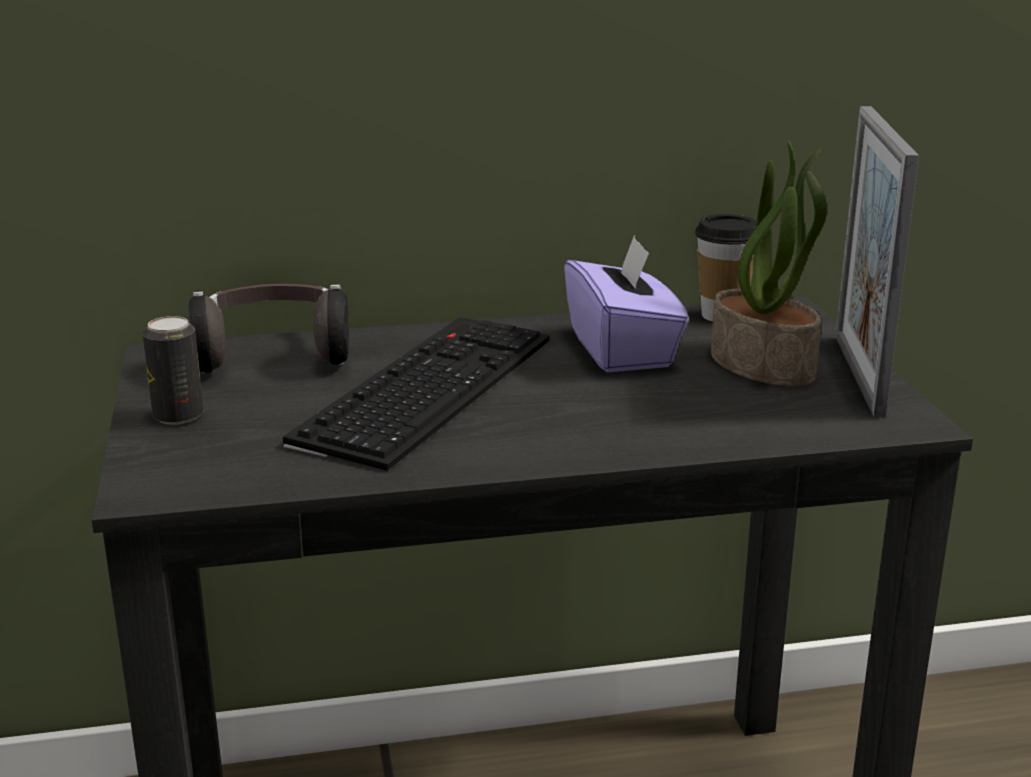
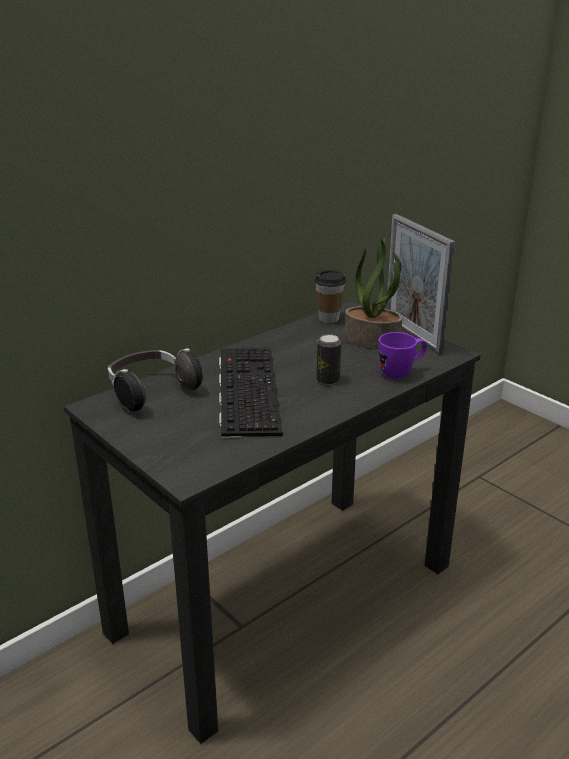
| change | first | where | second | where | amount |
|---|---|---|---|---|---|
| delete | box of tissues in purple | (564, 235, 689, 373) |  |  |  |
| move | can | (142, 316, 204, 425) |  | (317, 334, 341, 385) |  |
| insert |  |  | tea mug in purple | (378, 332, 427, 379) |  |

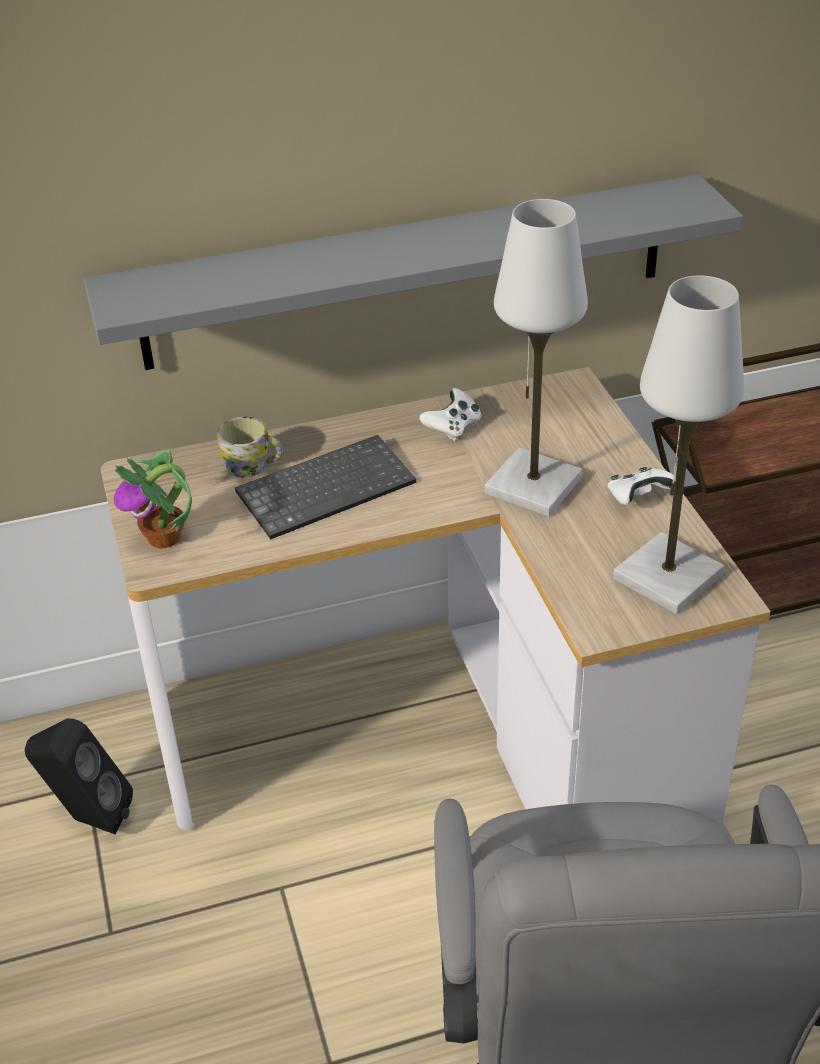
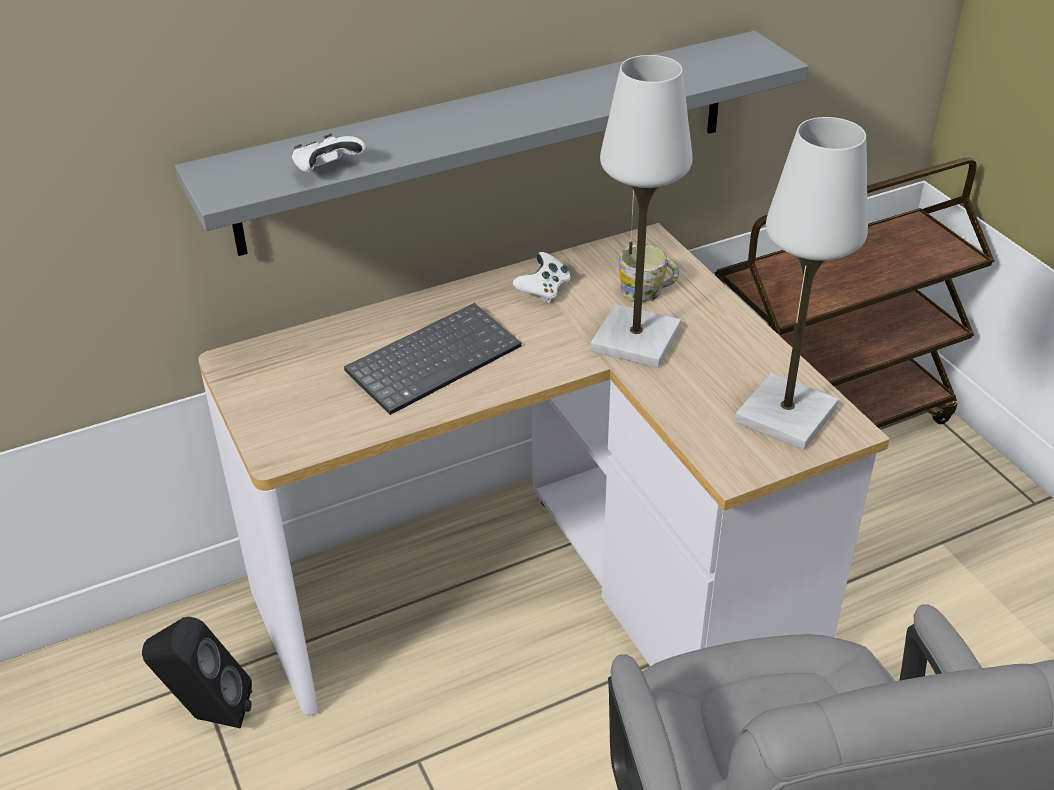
| change | first | where | second | where | amount |
|---|---|---|---|---|---|
| move | tea mug | (217, 417, 283, 477) |  | (618, 245, 679, 302) |  |
| delete | potted plant | (114, 450, 192, 549) |  |  |  |
| move | game controller in whitish | (607, 467, 676, 505) |  | (292, 134, 366, 172) |  |

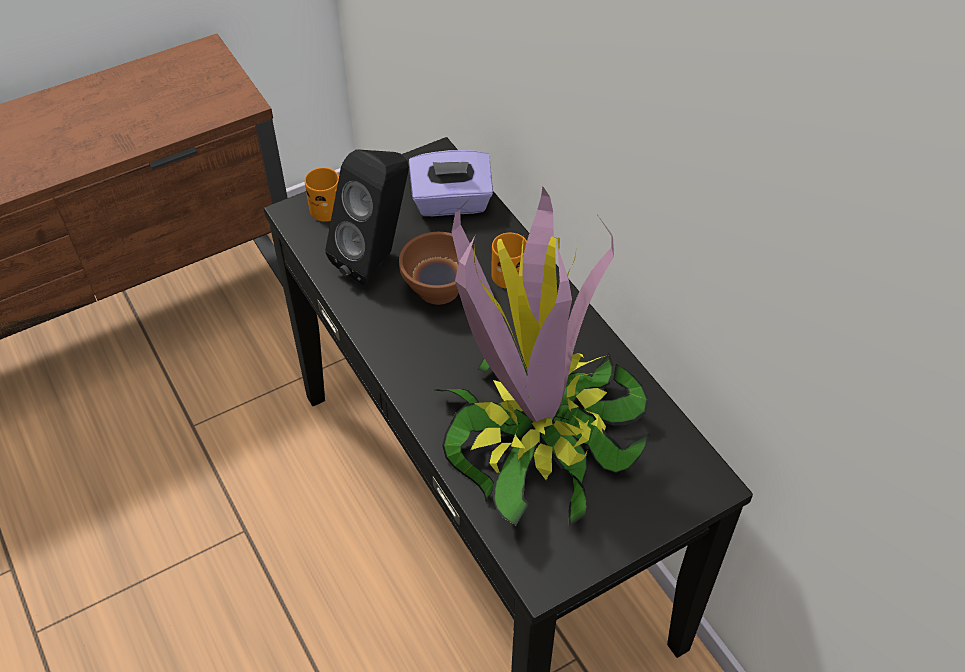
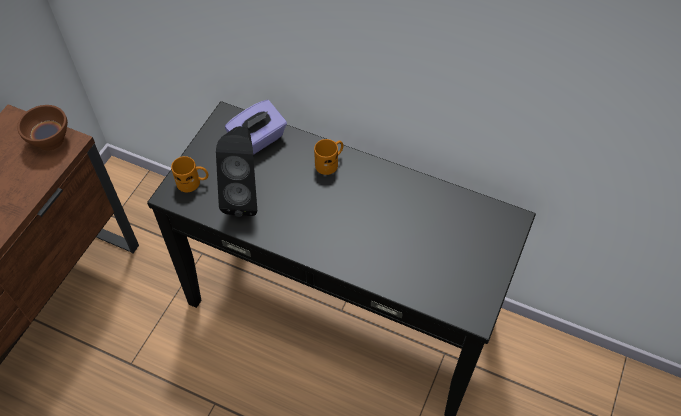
| change | first | where | second | where | amount |
|---|---|---|---|---|---|
| delete | potted plant | (436, 186, 650, 525) |  |  |  |
| move | deep dish in brownish | (399, 232, 474, 305) |  | (17, 105, 68, 150) |  |

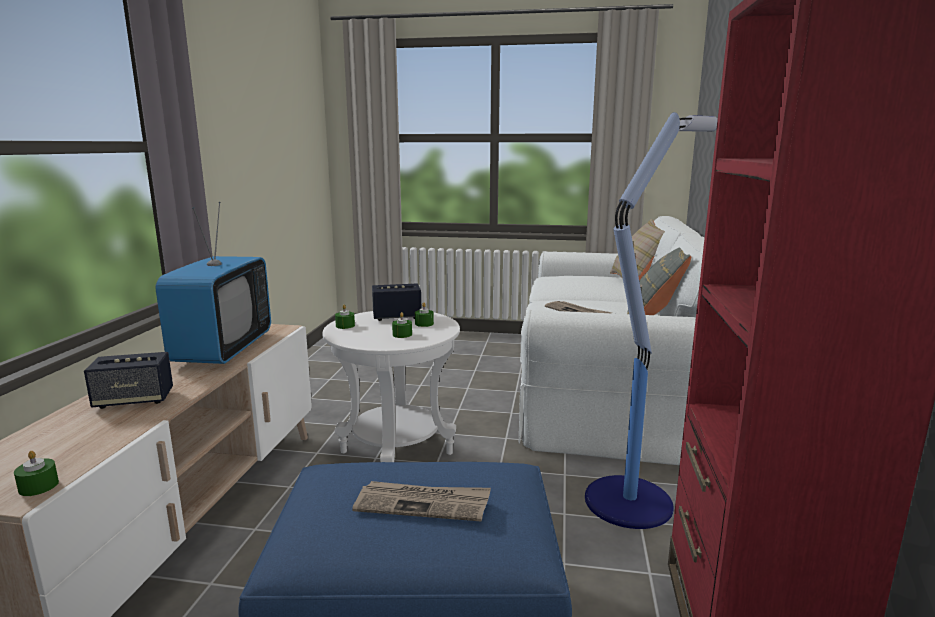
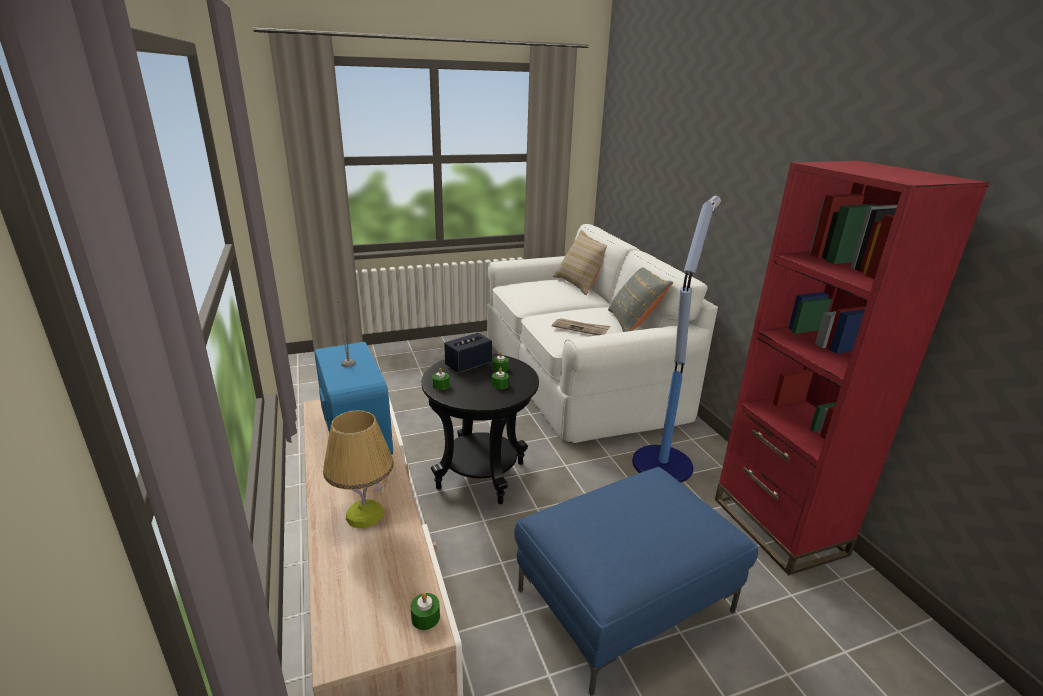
| change | first | where | second | where | amount |
|---|---|---|---|---|---|
| recolor | accent table in whitish | (322, 311, 460, 462) | accent table in black | (421, 354, 539, 504) |  |
| replace | speaker | (84, 352, 173, 409) | lamp for a table | (323, 410, 394, 528) |  |
| delete | printed paper | (352, 481, 491, 521) |  |  |  |

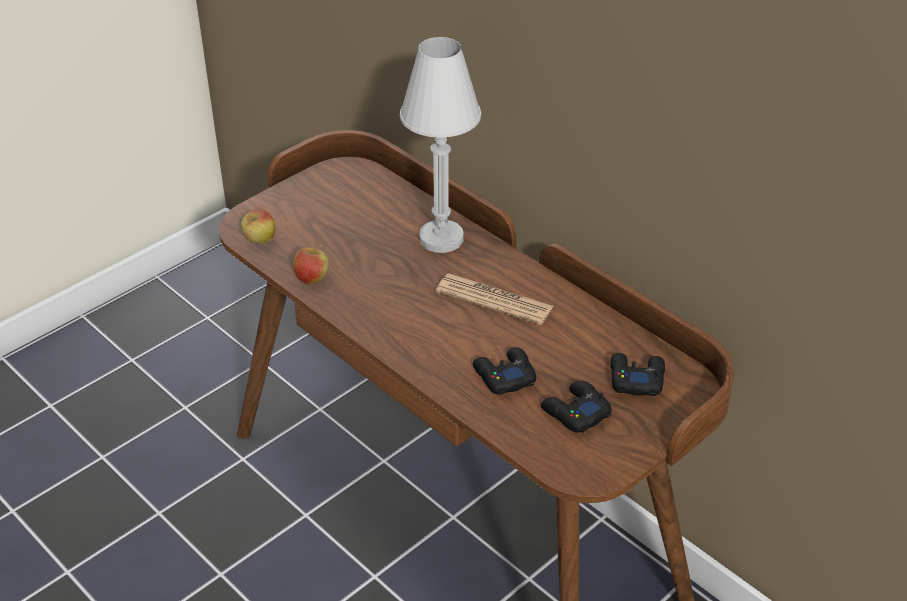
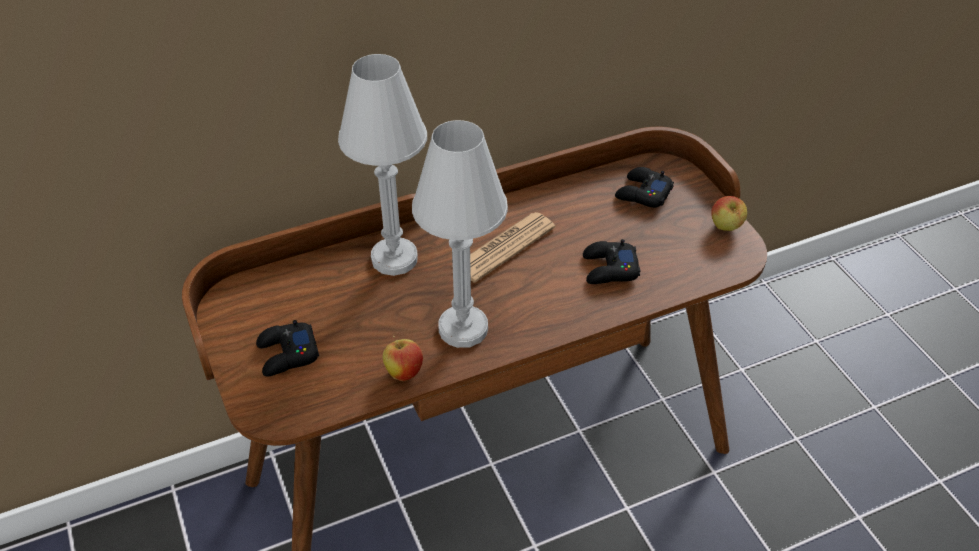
| change | first | where | second | where | amount |
|---|---|---|---|---|---|
| move | apple | (241, 209, 275, 244) |  | (711, 196, 747, 231) |  |
| move | game controller in black | (541, 381, 612, 433) |  | (256, 320, 319, 377) |  |
| insert |  |  | lamp for a table in whitish | (412, 120, 508, 348) |  |

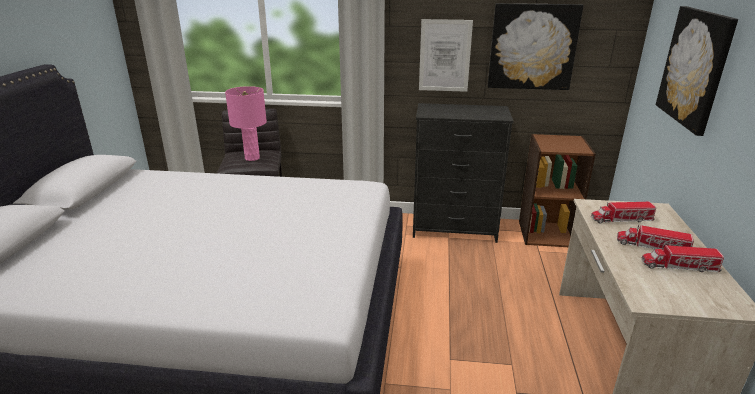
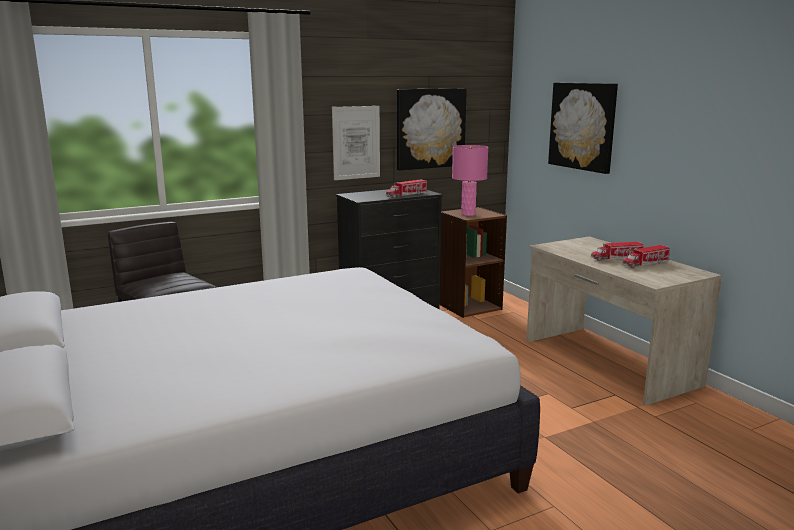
| change | first | where | second | where | amount |
|---|---|---|---|---|---|
| move | lamp for a table in pink-coloured | (225, 86, 267, 161) |  | (452, 145, 488, 216) |  |
| move | toy truck | (591, 202, 656, 223) |  | (386, 180, 427, 198) |  |

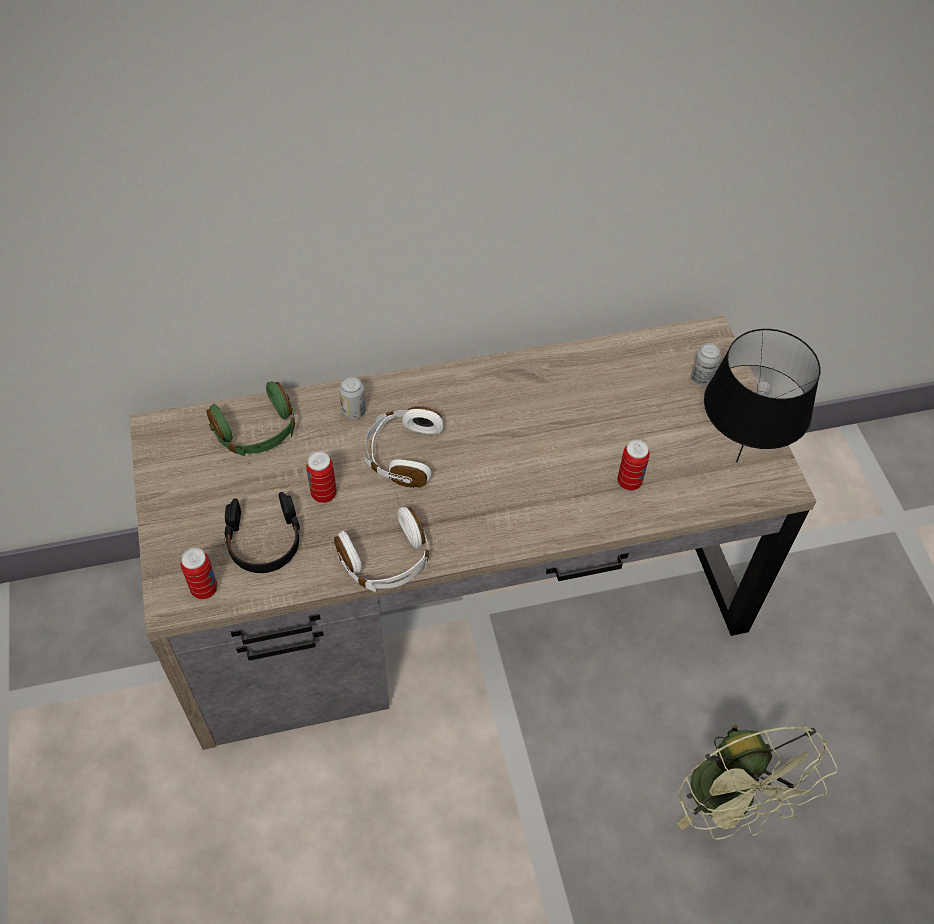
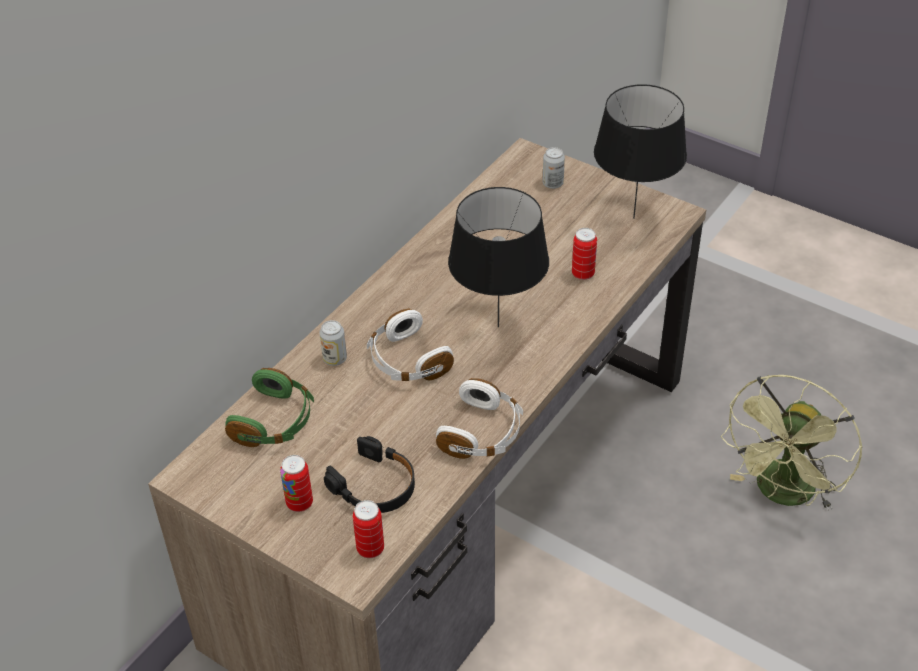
| change | first | where | second | where | amount |
|---|---|---|---|---|---|
| move | can | (306, 451, 337, 503) |  | (280, 455, 313, 512) |  |
| rotate | electric fan in green-coloured | (676, 724, 838, 840) |  | (721, 375, 862, 510) | 90 degrees clockwise |
| insert |  |  | lamp for a table in black | (448, 187, 549, 327) |  |

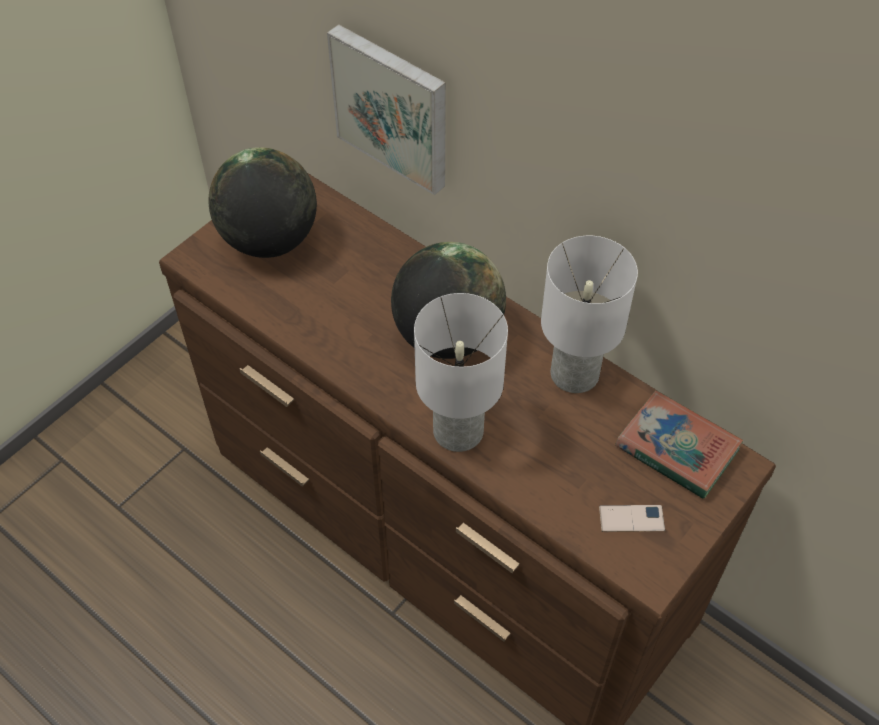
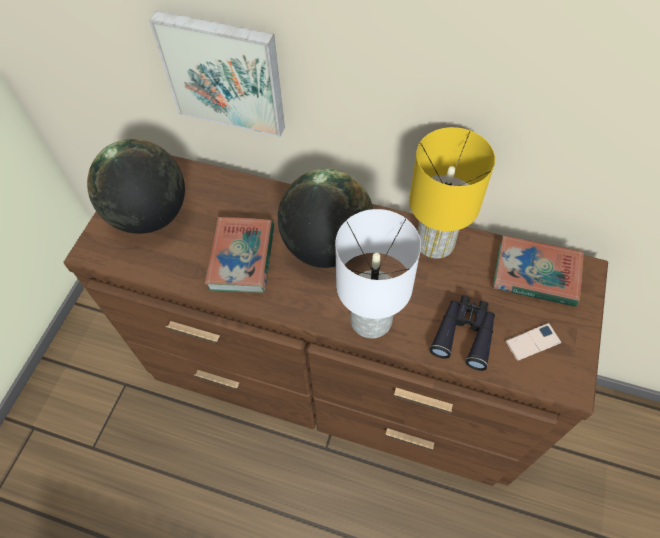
| change | first | where | second | where | amount |
|---|---|---|---|---|---|
| recolor | lamp for a table in whitish | (541, 236, 638, 393) | lamp for a table in yellow | (409, 127, 495, 259) |  |
| insert |  |  | bound book | (204, 217, 274, 293) |  |
| insert |  |  | field glasses in black | (430, 295, 495, 371) |  |

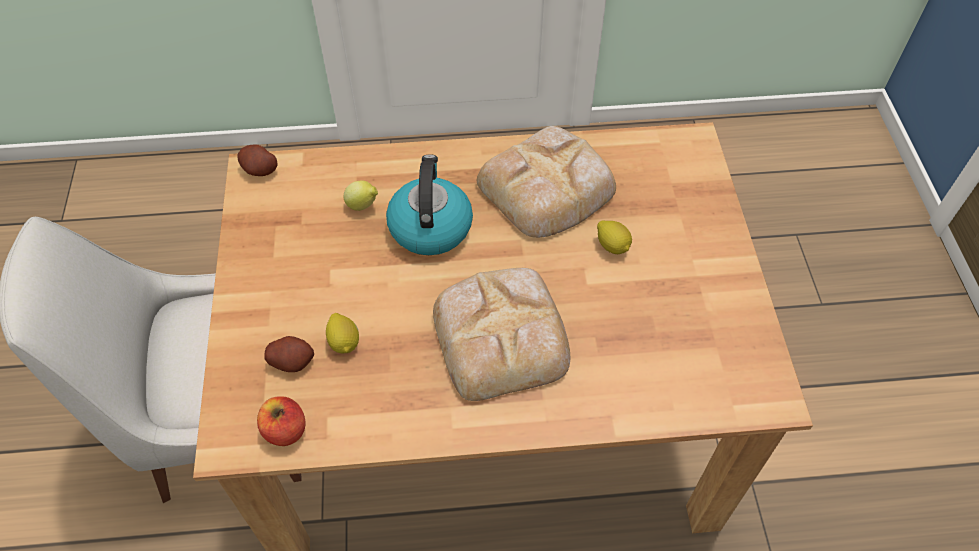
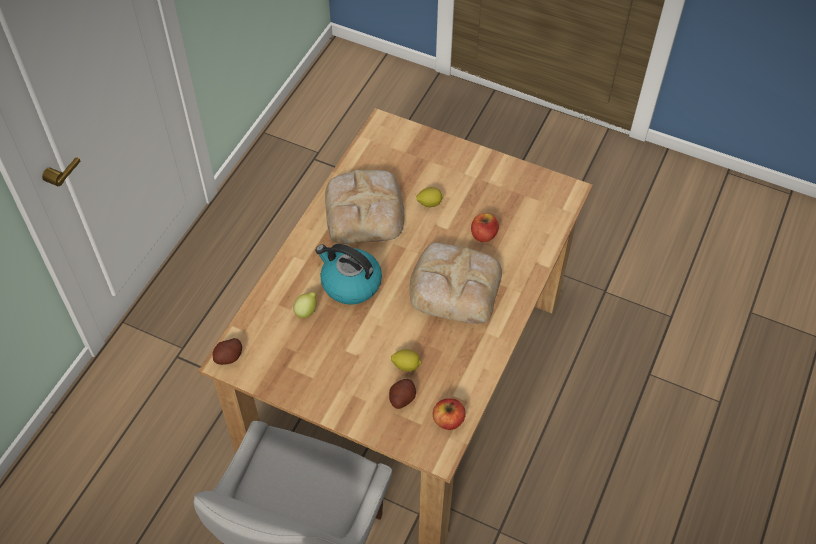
| change | first | where | second | where | amount |
|---|---|---|---|---|---|
| insert |  |  | apple | (471, 213, 499, 242) |  |

